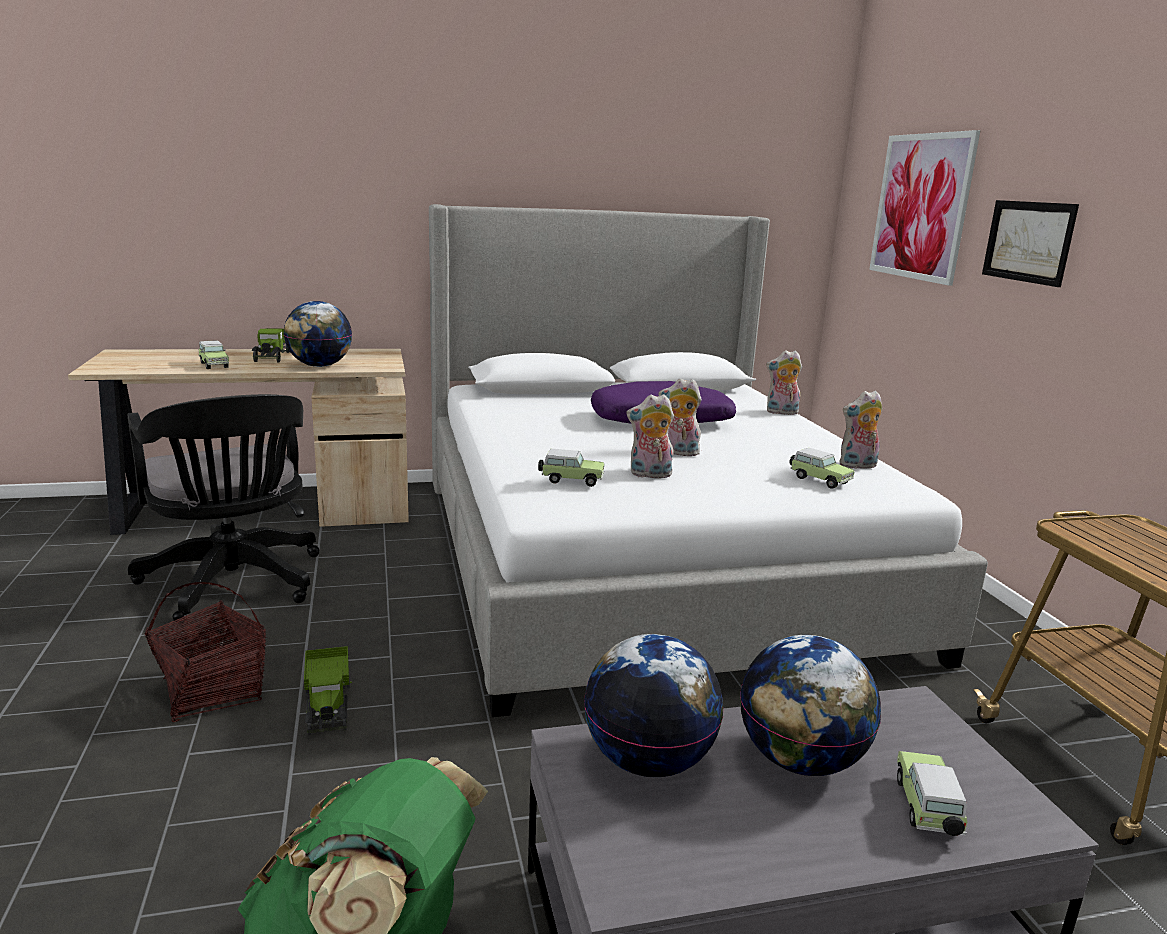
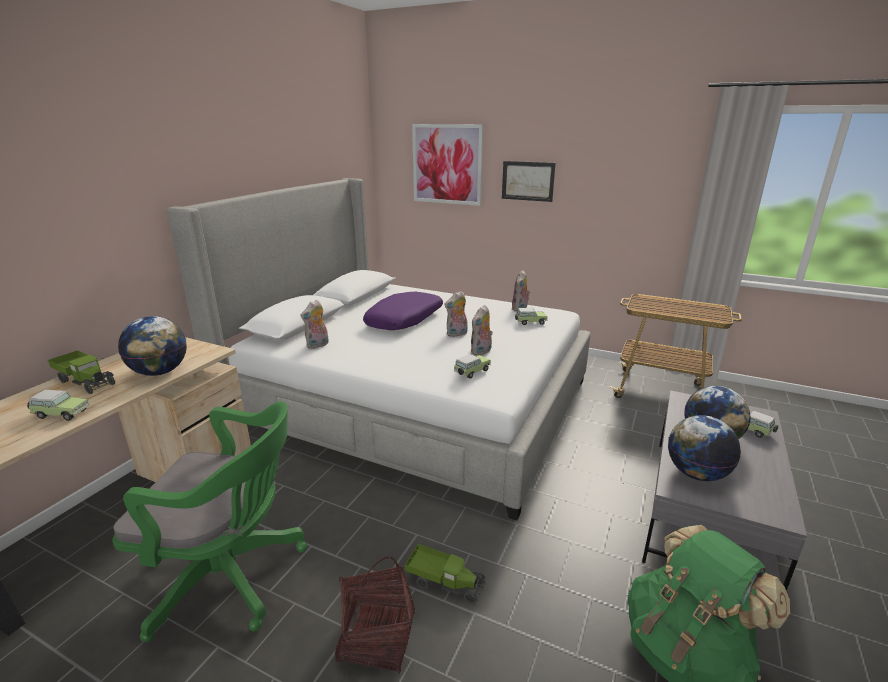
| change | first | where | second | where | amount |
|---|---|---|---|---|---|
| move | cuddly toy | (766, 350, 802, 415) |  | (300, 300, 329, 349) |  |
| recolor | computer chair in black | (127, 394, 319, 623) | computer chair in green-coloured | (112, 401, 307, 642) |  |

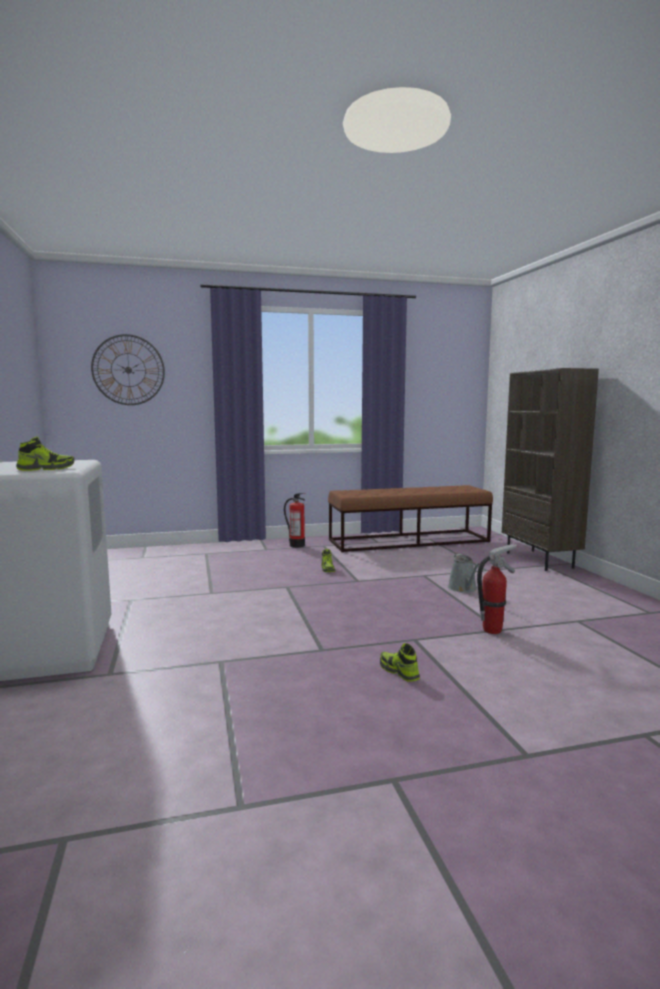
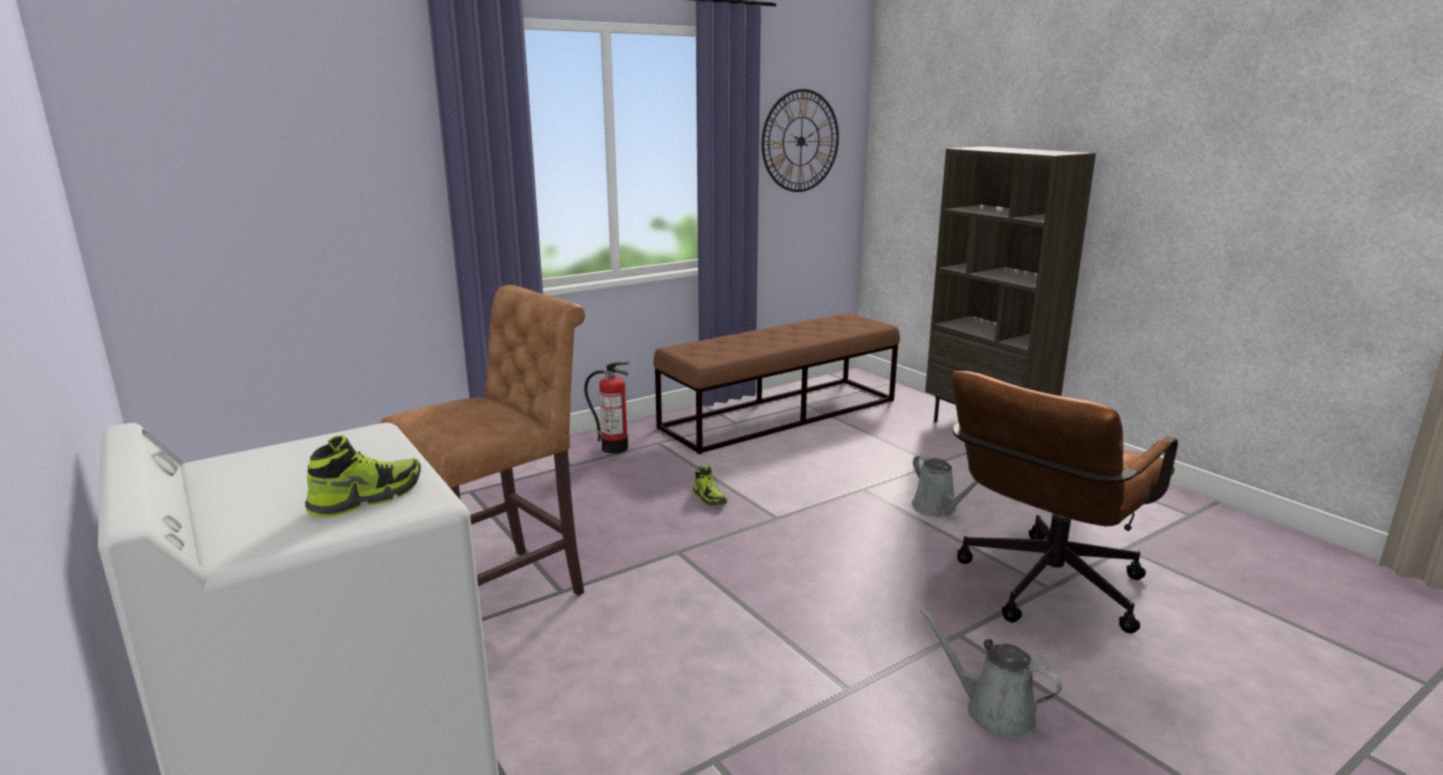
| change | first | where | second | where | amount |
|---|---|---|---|---|---|
| move | hanging clock | (91, 334, 165, 405) |  | (762, 89, 839, 192) |  |
| replace | fire extinguisher | (477, 543, 518, 634) | computer chair in brownish | (952, 371, 1178, 634) |  |
| replace | low shoe | (380, 643, 420, 682) | watering can in grey | (920, 608, 1062, 738) |  |
| insert |  |  | stool in brownish | (380, 285, 585, 596) |  |

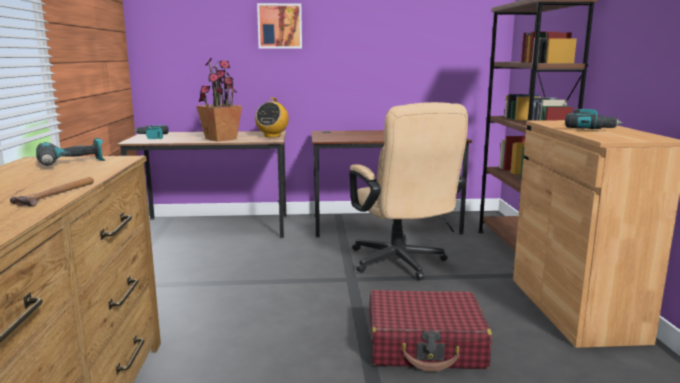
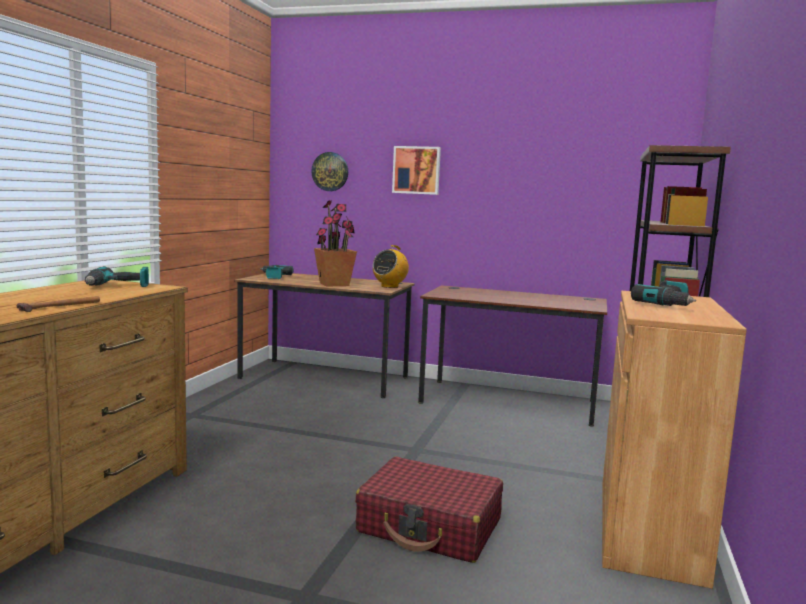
| change | first | where | second | where | amount |
|---|---|---|---|---|---|
| delete | computer chair in sand-coloured | (349, 102, 468, 280) |  |  |  |
| insert |  |  | hanging clock | (311, 152, 348, 191) |  |

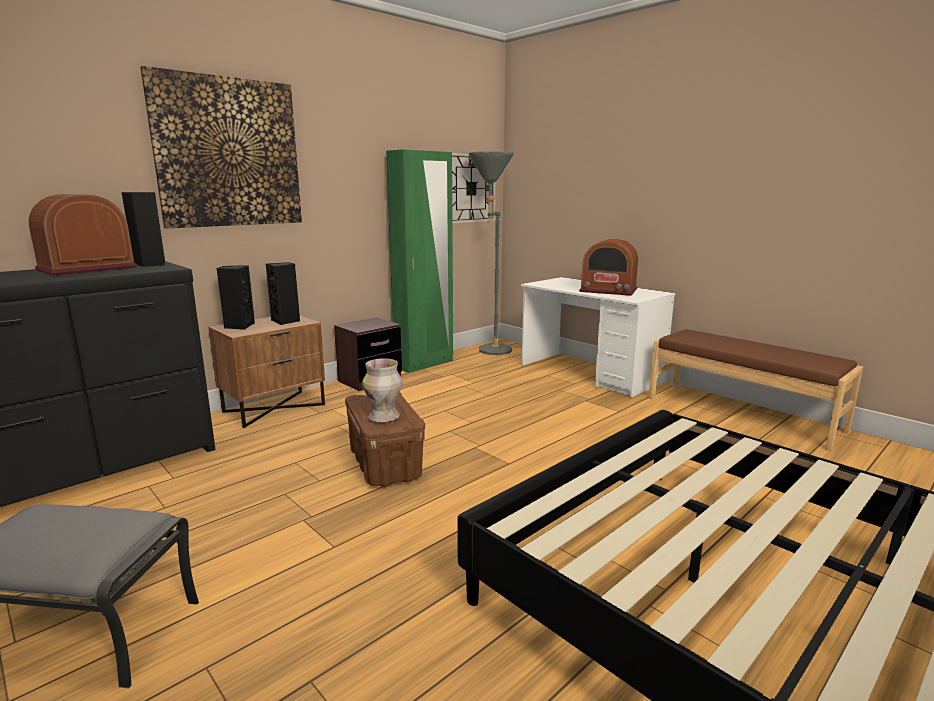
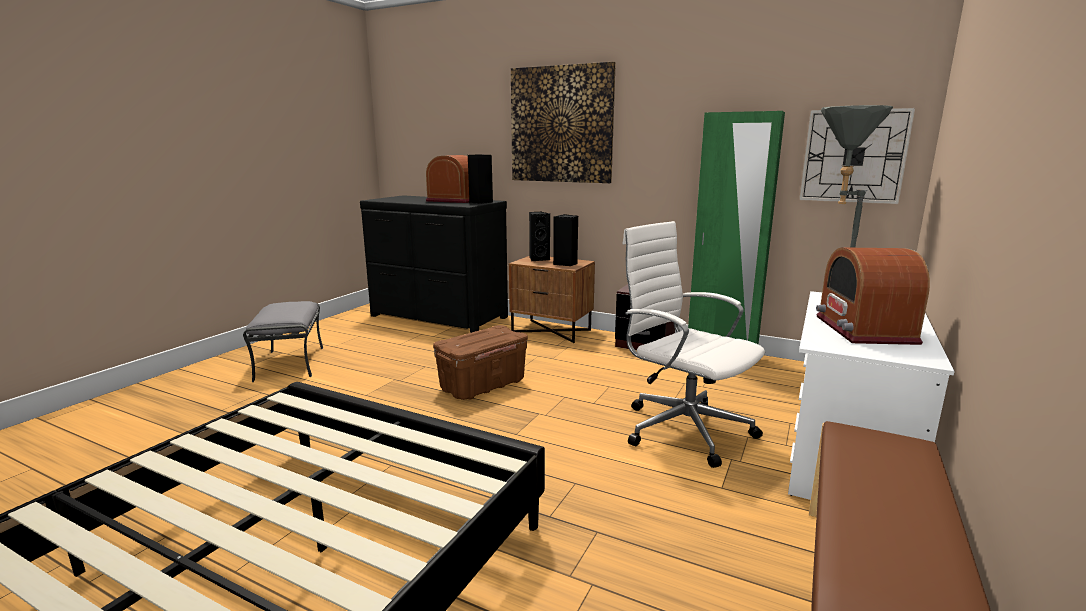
| change | first | where | second | where | amount |
|---|---|---|---|---|---|
| delete | vase | (363, 358, 402, 422) |  |  |  |
| insert |  |  | computer chair in whitish | (622, 221, 765, 468) |  |

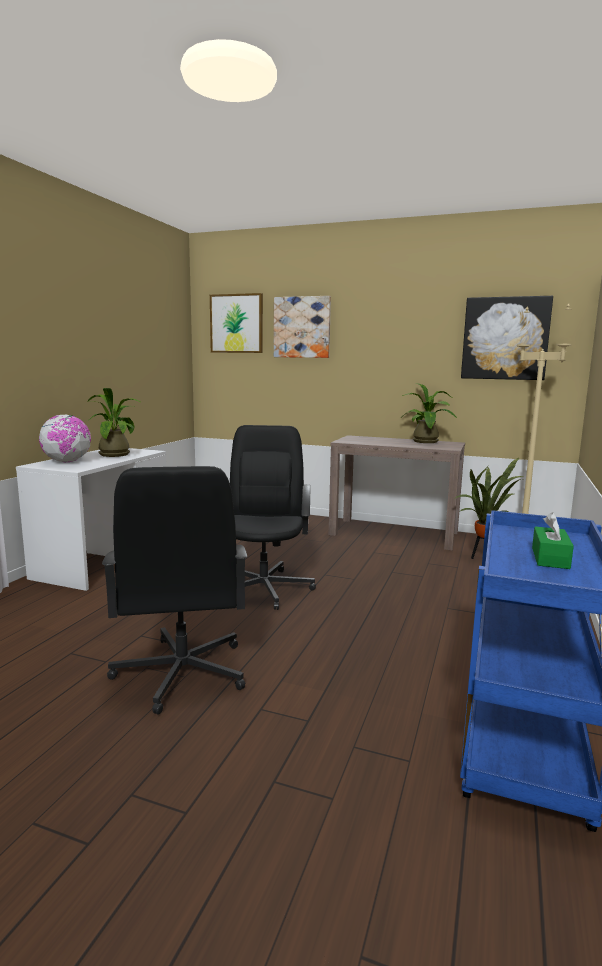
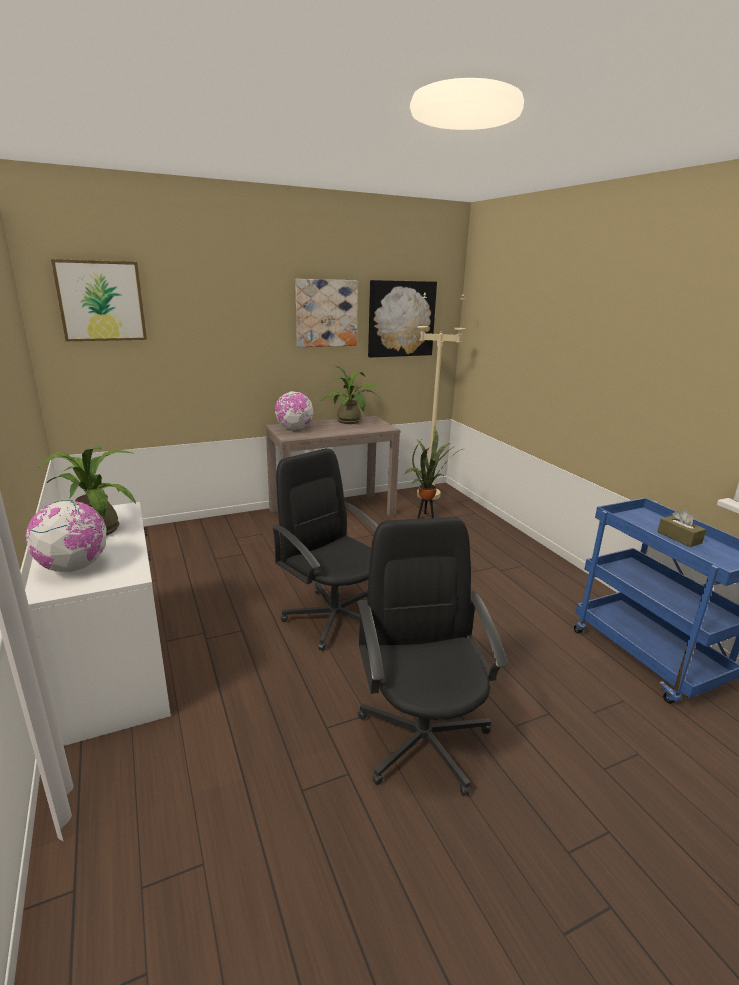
| change | first | where | second | where | amount |
|---|---|---|---|---|---|
| move | wall picture | (274, 296, 331, 358) |  | (295, 279, 358, 347) |  |
| rotate | computer chair in black | (102, 466, 247, 715) |  | (357, 517, 508, 796) | 135 degrees counterclockwise |
| recolor | box of tissues in green-coloured | (532, 512, 574, 569) | box of tissues in brownish | (657, 510, 706, 547) |  |
| insert |  |  | globe | (275, 391, 314, 430) |  |

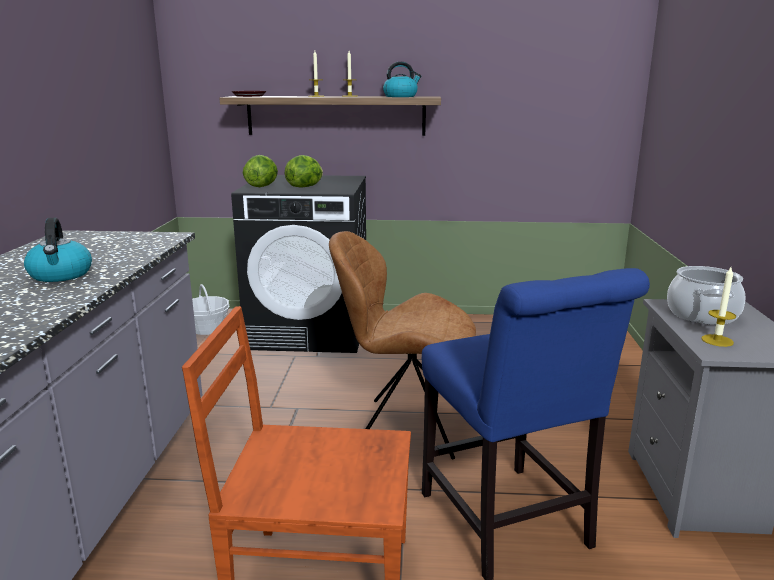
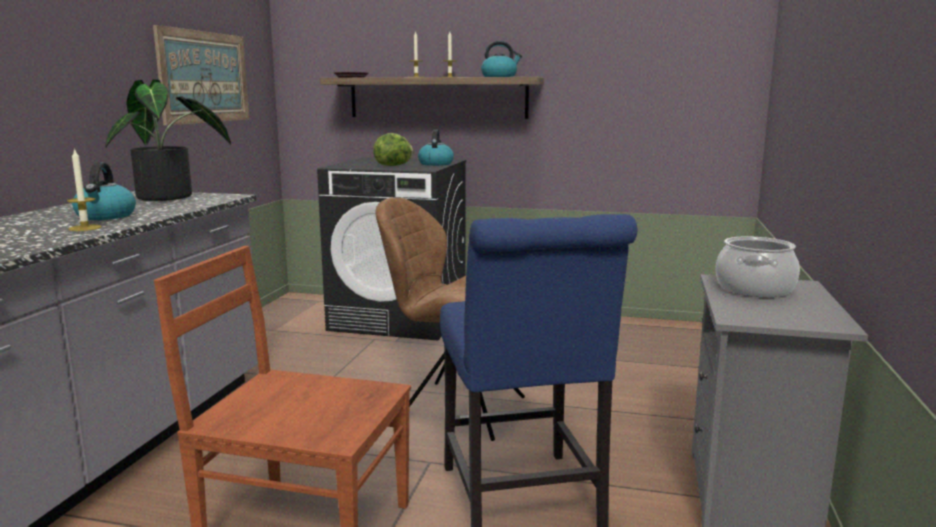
| change | first | where | second | where | amount |
|---|---|---|---|---|---|
| delete | lettuce head | (243, 155, 278, 187) |  |  |  |
| move | candle | (701, 267, 736, 347) |  | (67, 148, 101, 231) |  |
| delete | household basket | (192, 284, 229, 335) |  |  |  |
| insert |  |  | wall picture | (153, 25, 249, 125) |  |
| insert |  |  | potted plant | (105, 79, 231, 201) |  |
| insert |  |  | kettle | (418, 129, 454, 166) |  |

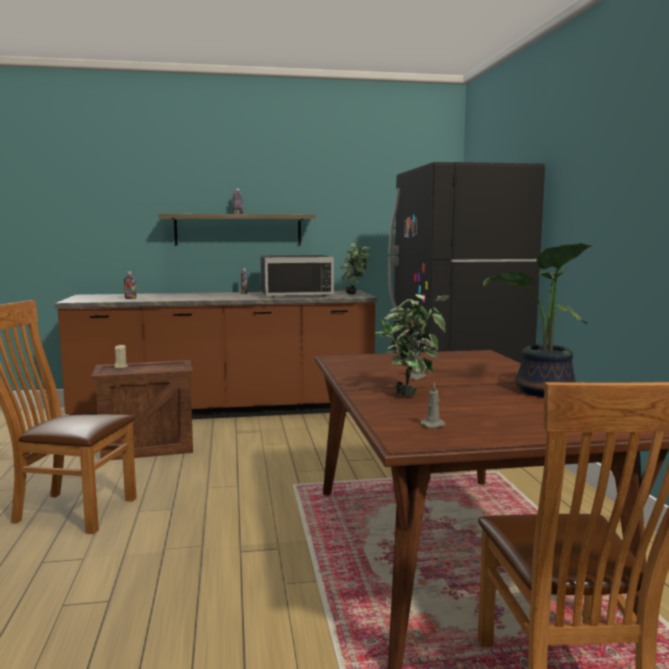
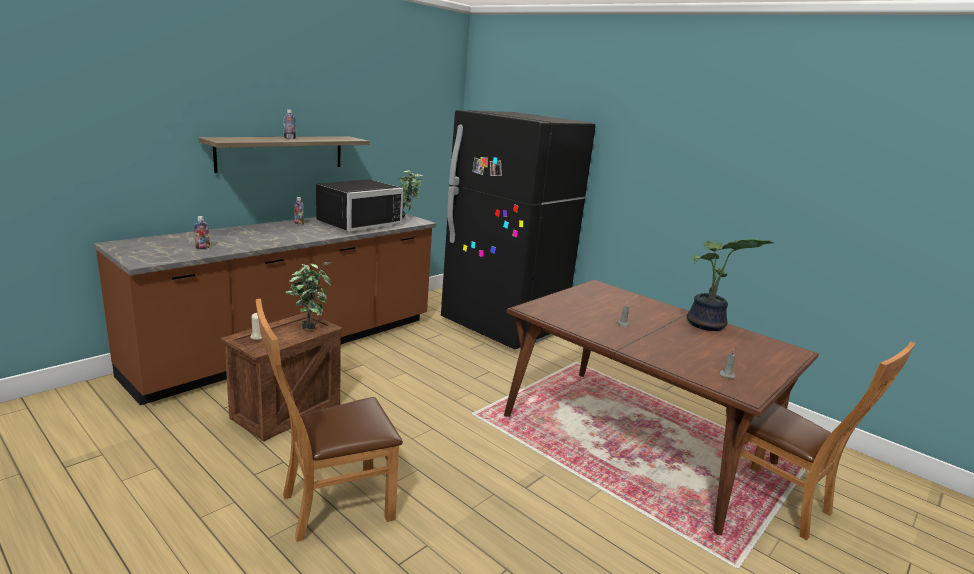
| change | first | where | second | where | amount |
|---|---|---|---|---|---|
| move | potted plant | (375, 294, 449, 396) |  | (286, 262, 332, 329) |  |

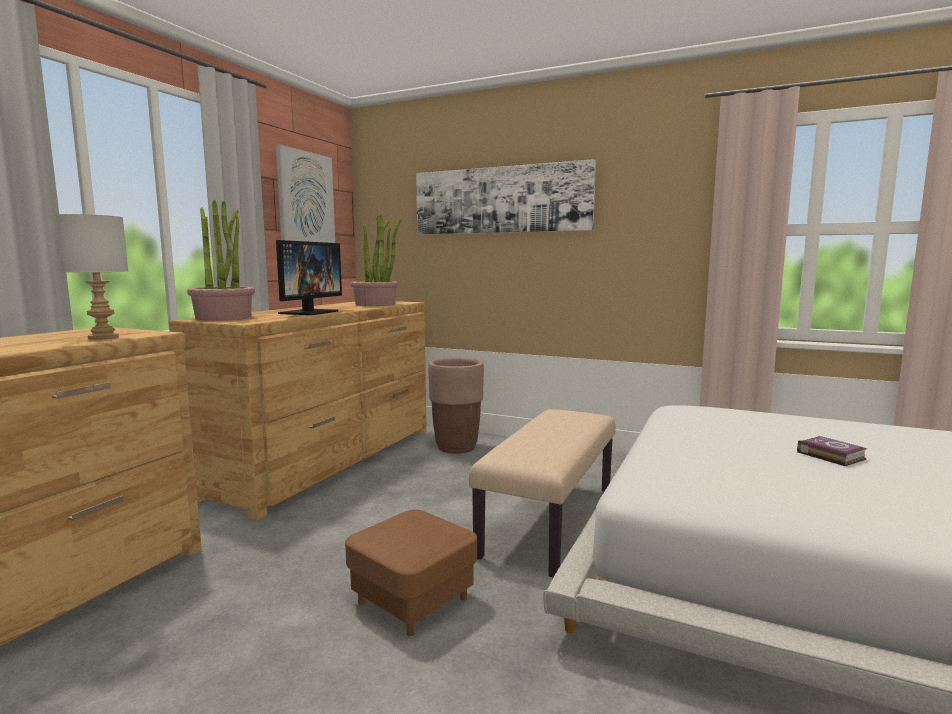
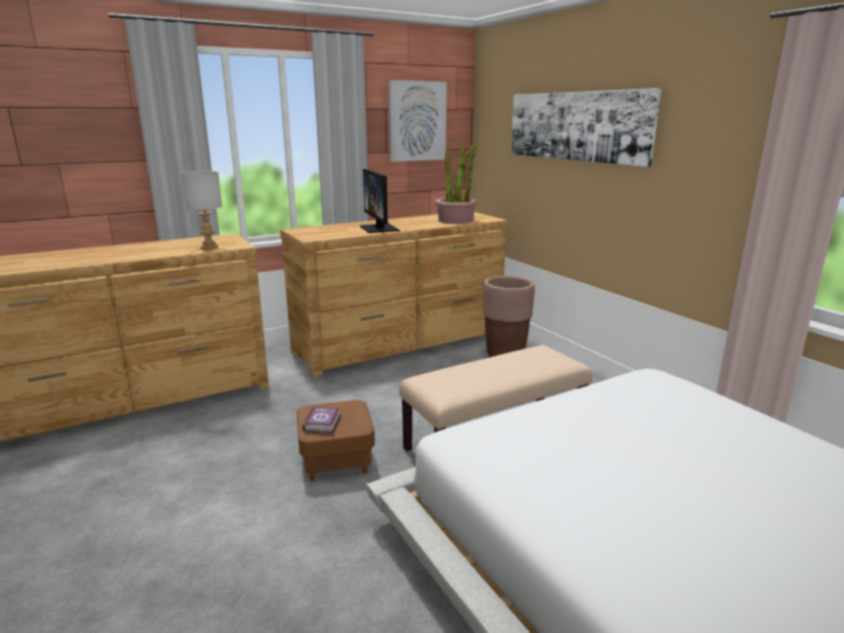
| change | first | where | second | where | amount |
|---|---|---|---|---|---|
| delete | potted plant | (187, 200, 255, 321) |  |  |  |
| rotate | computer display | (276, 240, 342, 315) |  | (360, 169, 399, 233) | 105 degrees clockwise |
| move | bound book | (797, 436, 867, 466) |  | (302, 406, 340, 434) |  |

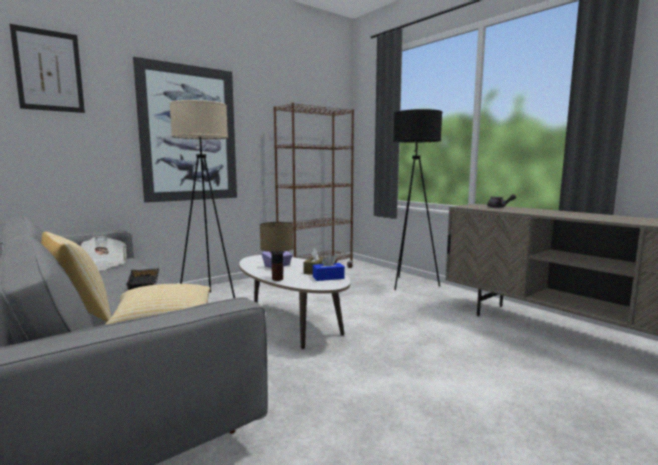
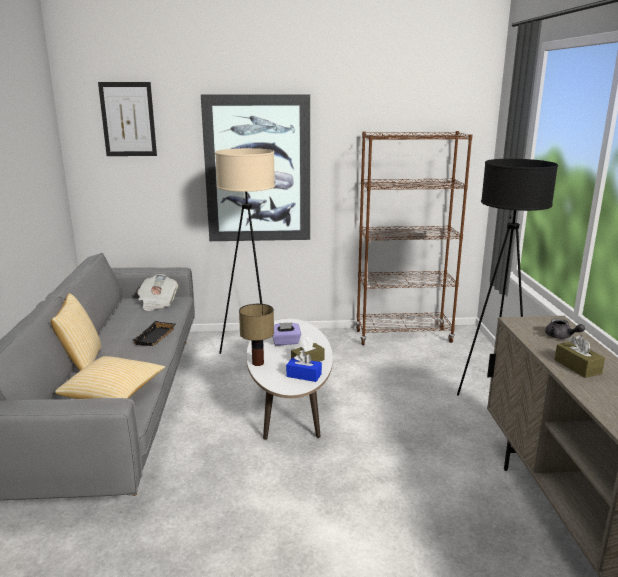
| change | first | where | second | where | amount |
|---|---|---|---|---|---|
| insert |  |  | box of tissues in brownish | (555, 335, 605, 378) |  |

